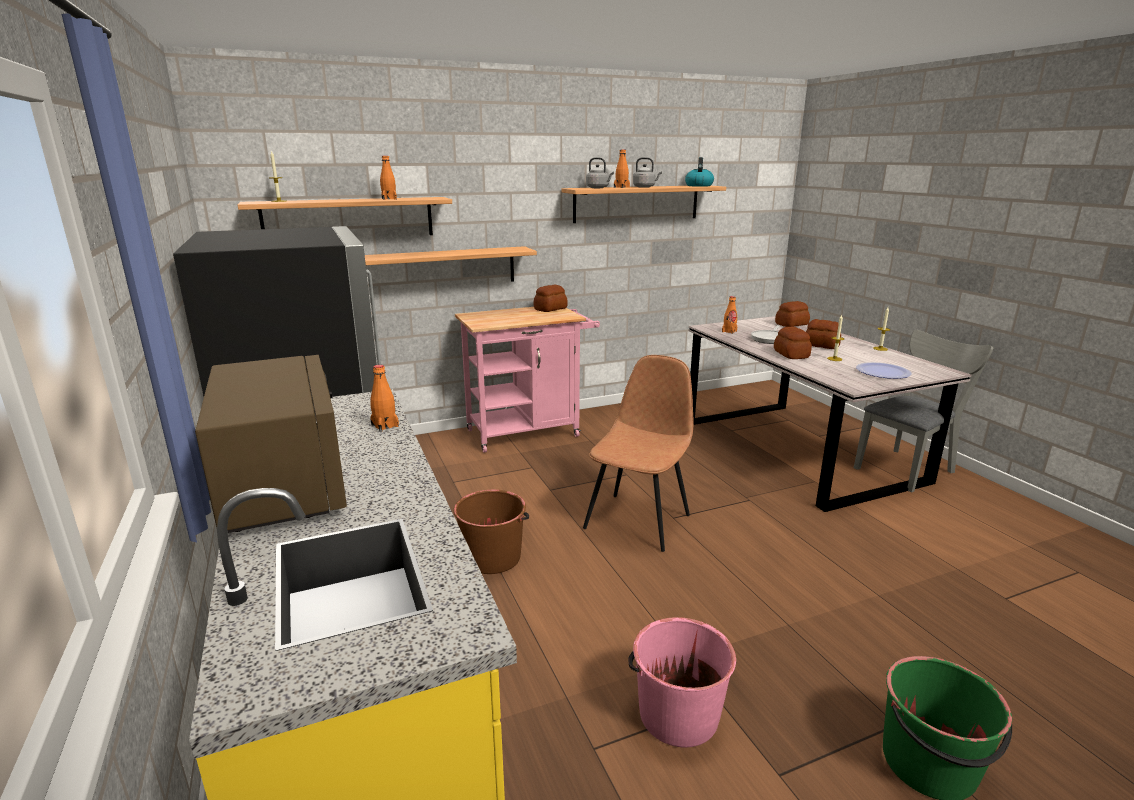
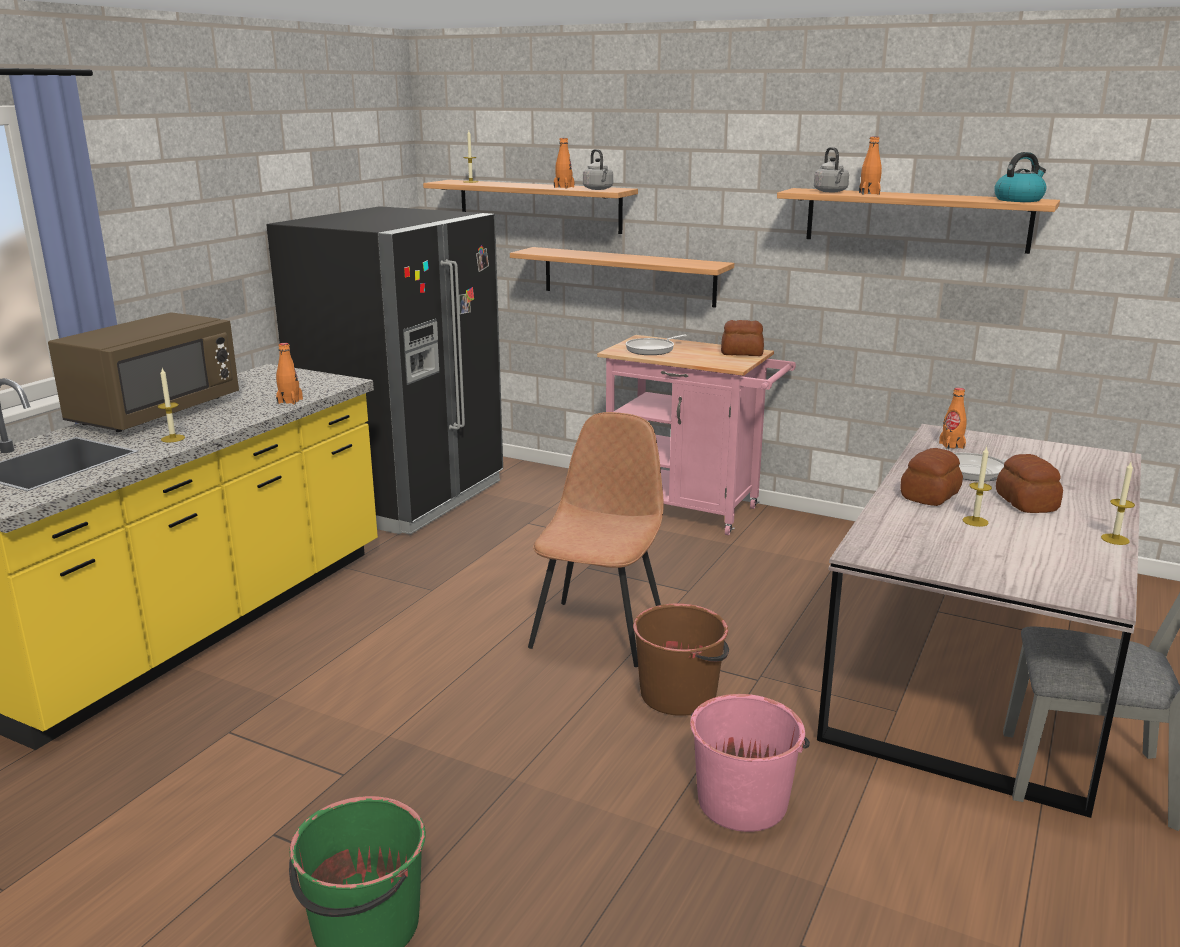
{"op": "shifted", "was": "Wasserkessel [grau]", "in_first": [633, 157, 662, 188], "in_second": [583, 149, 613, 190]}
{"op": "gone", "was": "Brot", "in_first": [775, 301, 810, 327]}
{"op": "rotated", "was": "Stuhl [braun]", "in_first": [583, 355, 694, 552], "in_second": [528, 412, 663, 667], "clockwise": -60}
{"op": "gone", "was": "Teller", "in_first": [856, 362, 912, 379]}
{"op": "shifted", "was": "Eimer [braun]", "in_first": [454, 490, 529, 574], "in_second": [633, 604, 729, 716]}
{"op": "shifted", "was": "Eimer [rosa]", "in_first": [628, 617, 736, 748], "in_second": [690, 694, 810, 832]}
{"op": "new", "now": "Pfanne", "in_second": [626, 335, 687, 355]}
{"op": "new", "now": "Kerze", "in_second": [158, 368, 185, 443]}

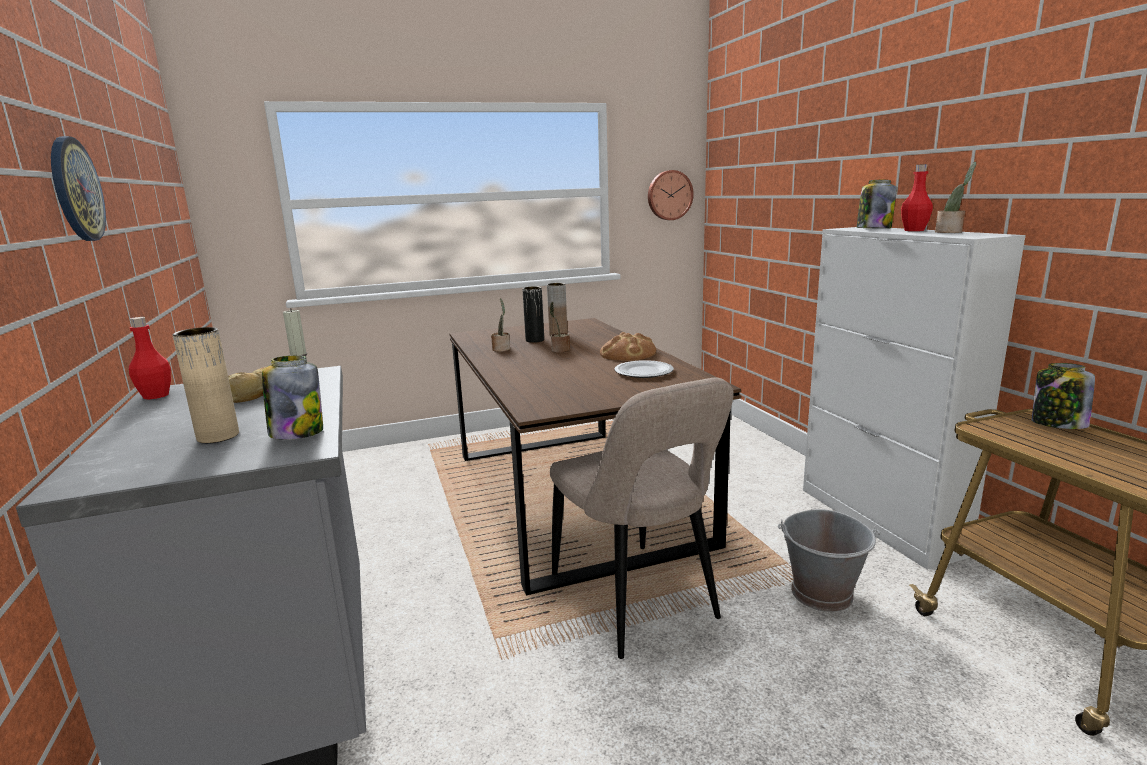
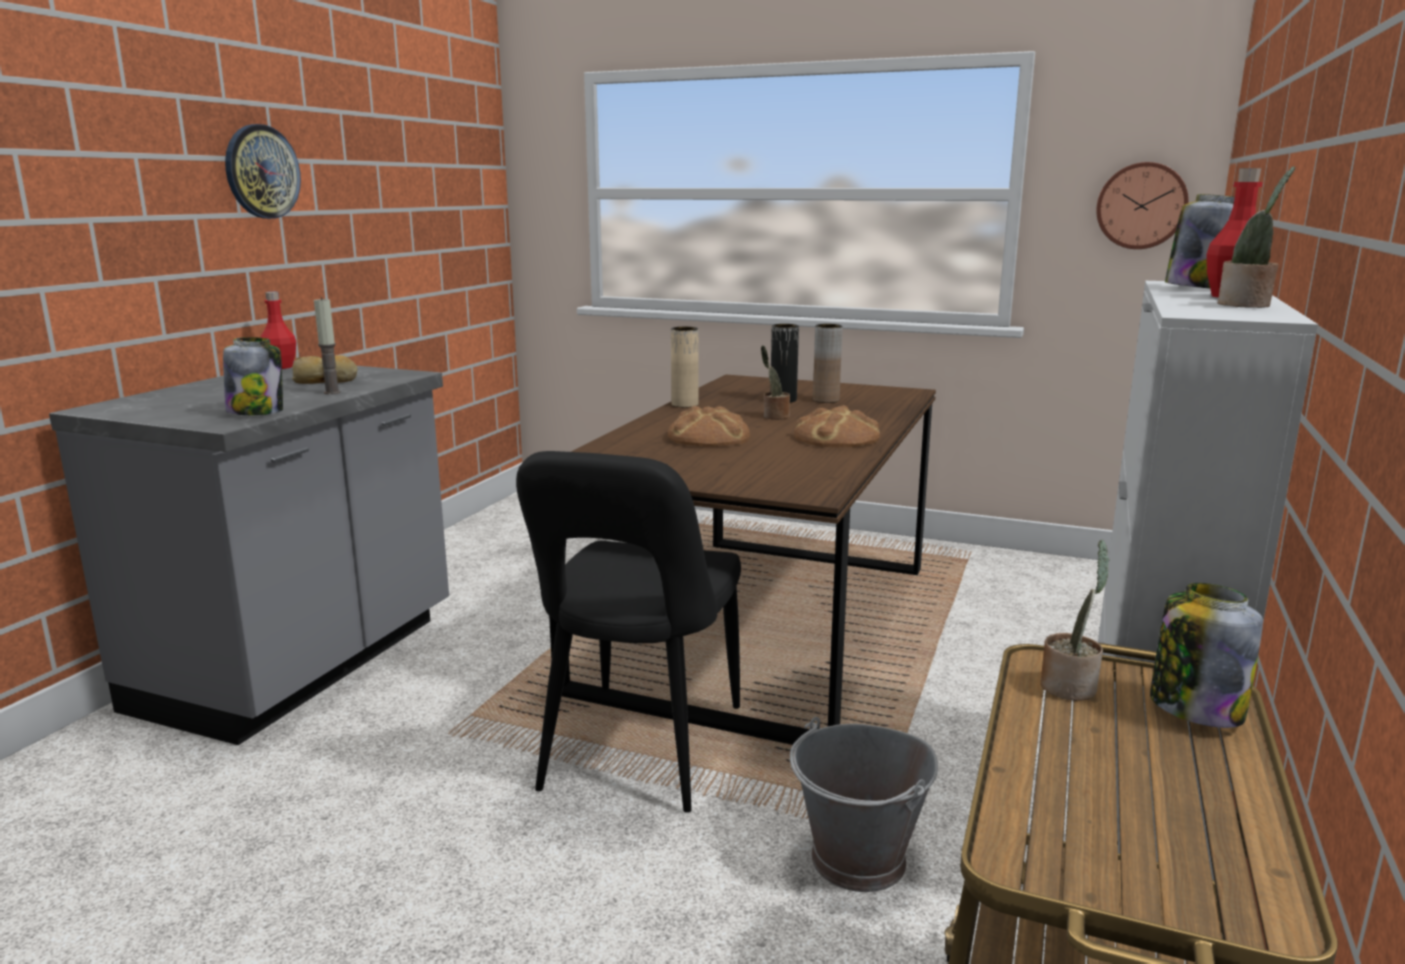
{"op": "shifted", "was": "Topfpflanze", "in_first": [491, 298, 510, 352], "in_second": [1041, 540, 1110, 701]}
{"op": "shifted", "was": "Vase [beige]", "in_first": [172, 327, 239, 443], "in_second": [671, 327, 699, 407]}
{"op": "gone", "was": "Teller", "in_first": [615, 360, 674, 378]}
{"op": "repainted", "was": "Stuhl [beige]", "now": "Stuhl [schwarz]", "in_first": [550, 378, 734, 659], "in_second": [516, 451, 741, 813]}
{"op": "new", "now": "Brot", "in_second": [668, 406, 750, 447]}

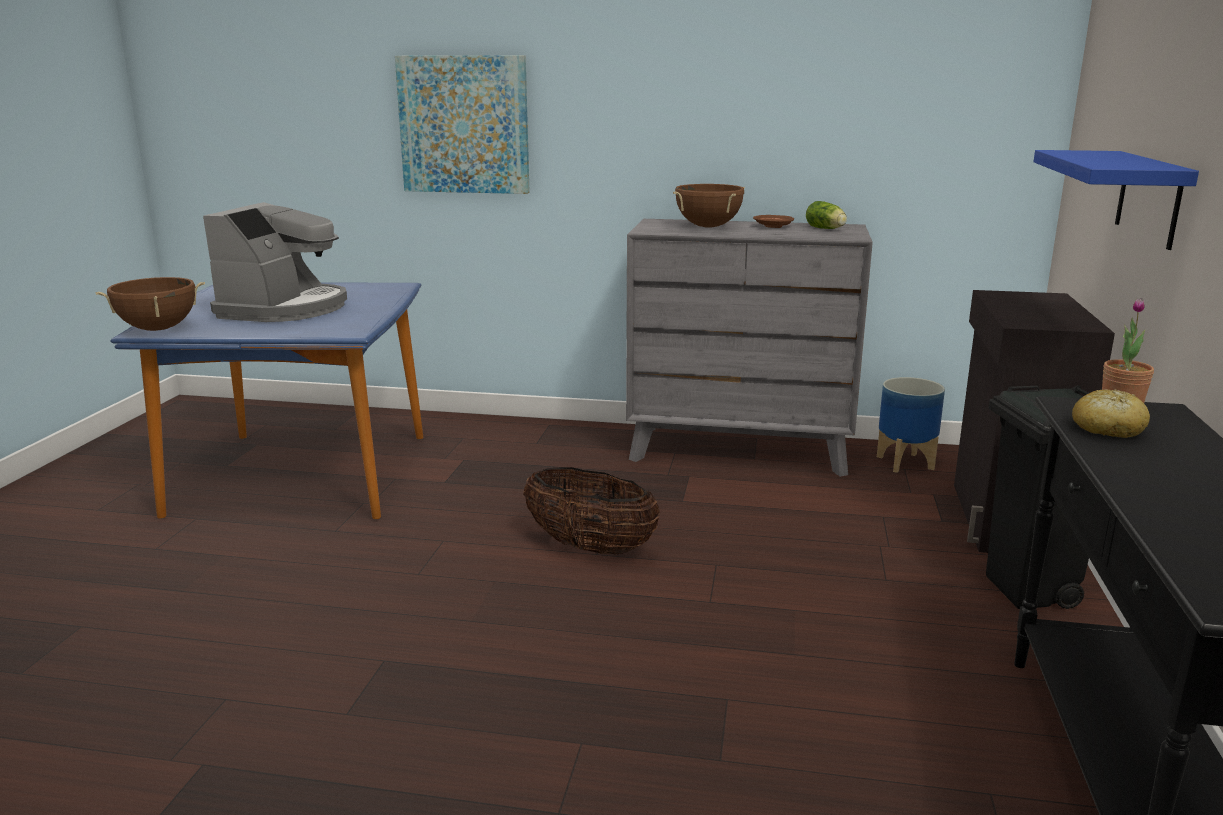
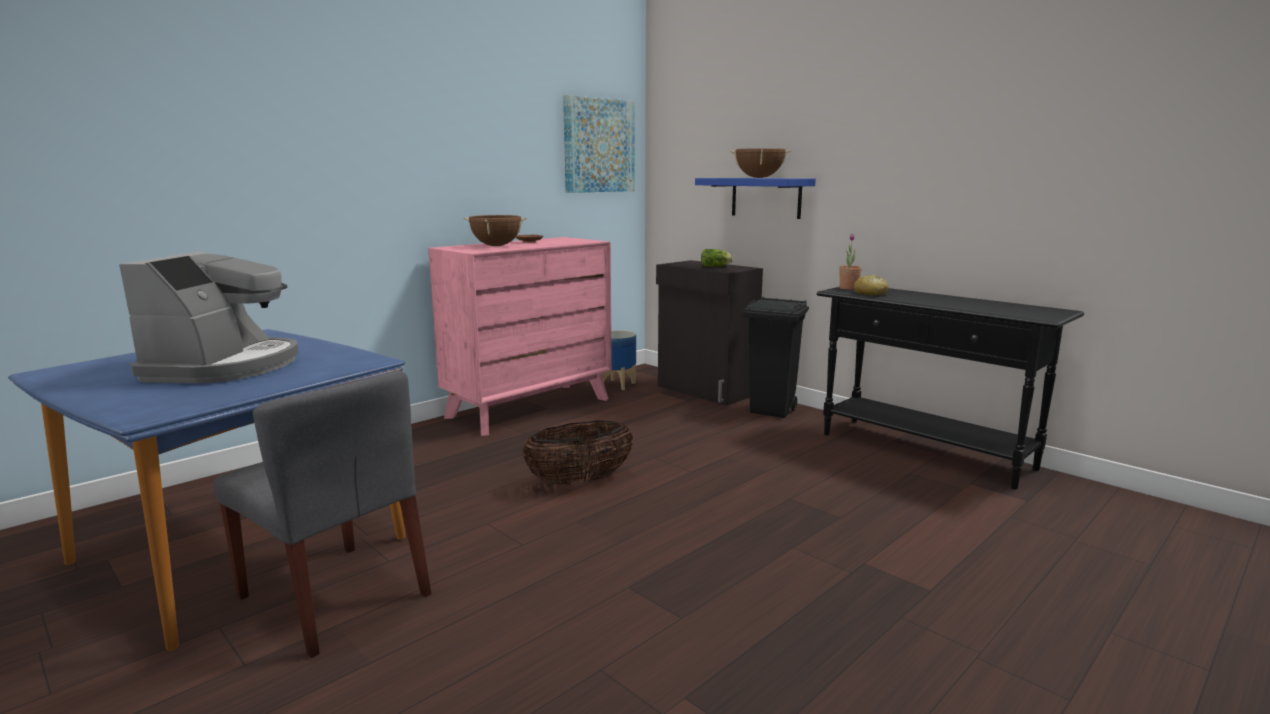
{"op": "shifted", "was": "Bild", "in_first": [395, 55, 530, 194], "in_second": [563, 95, 635, 193]}
{"op": "shifted", "was": "Salatkopf", "in_first": [806, 201, 847, 229], "in_second": [701, 249, 733, 267]}
{"op": "rotated", "was": "Kaffeemaschine", "in_first": [203, 202, 347, 322], "in_second": [119, 251, 299, 383], "clockwise": 45}
{"op": "repainted", "was": "Kommode [grau]", "now": "Kommode [rosa]", "in_first": [626, 219, 873, 477], "in_second": [428, 237, 612, 436]}
{"op": "shifted", "was": "Kochtopf [braun]", "in_first": [95, 277, 205, 331], "in_second": [729, 148, 792, 178]}
{"op": "new", "now": "Stuhl [grau]", "in_second": [213, 370, 432, 658]}

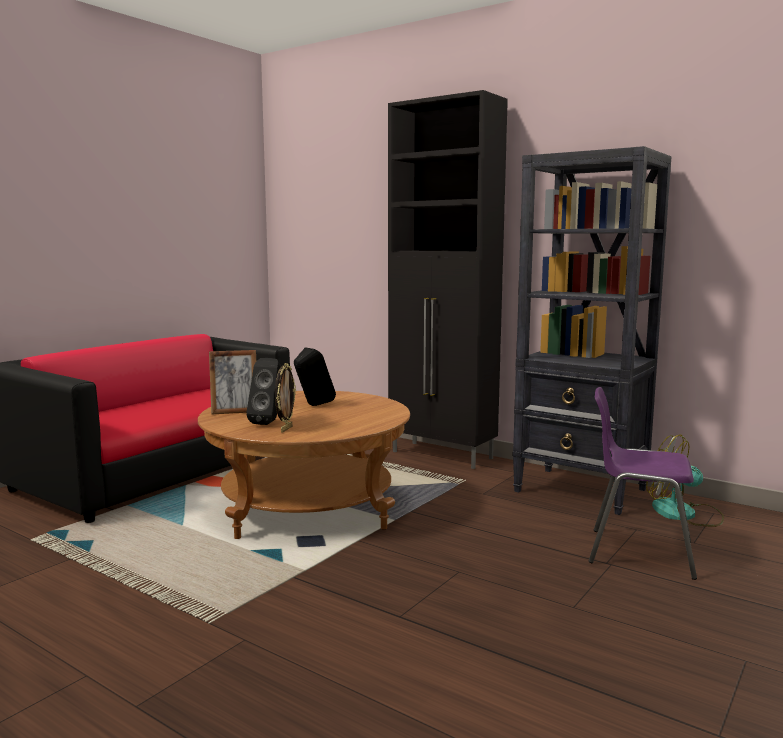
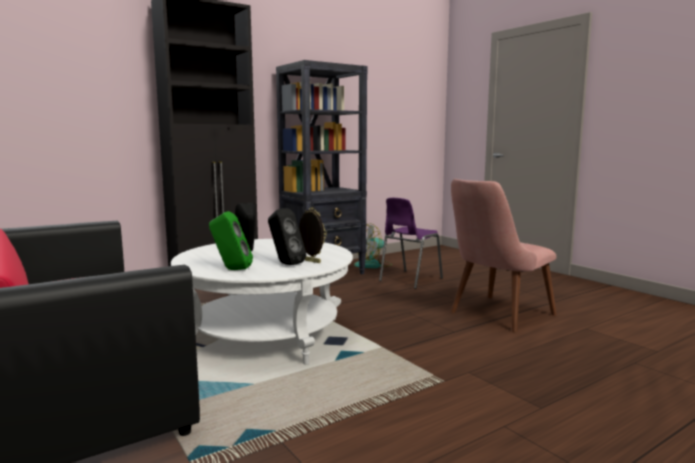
{"op": "swapped", "was": "Bilderrahmen", "now": "Lautsprecher [grün]", "in_first": [209, 350, 256, 414], "in_second": [209, 211, 253, 270]}
{"op": "repainted", "was": "Couchtisch [braun]", "now": "Couchtisch [weiß]", "in_first": [198, 391, 410, 539], "in_second": [171, 239, 353, 365]}
{"op": "new", "now": "Stuhl [rosa]", "in_second": [451, 179, 557, 332]}

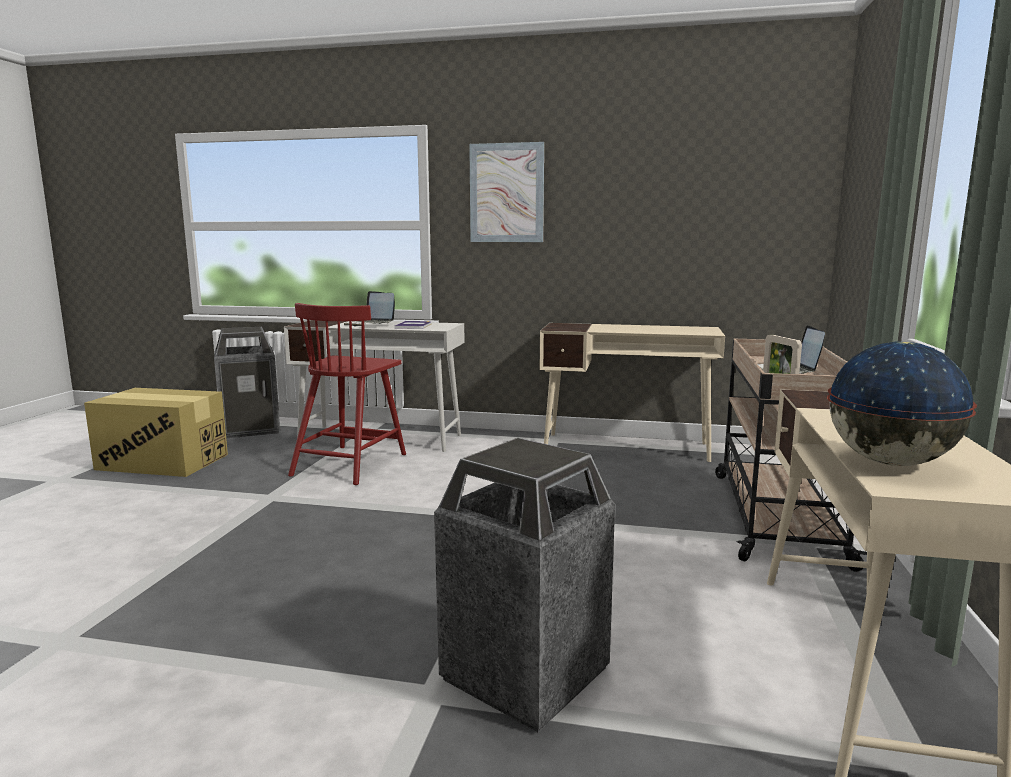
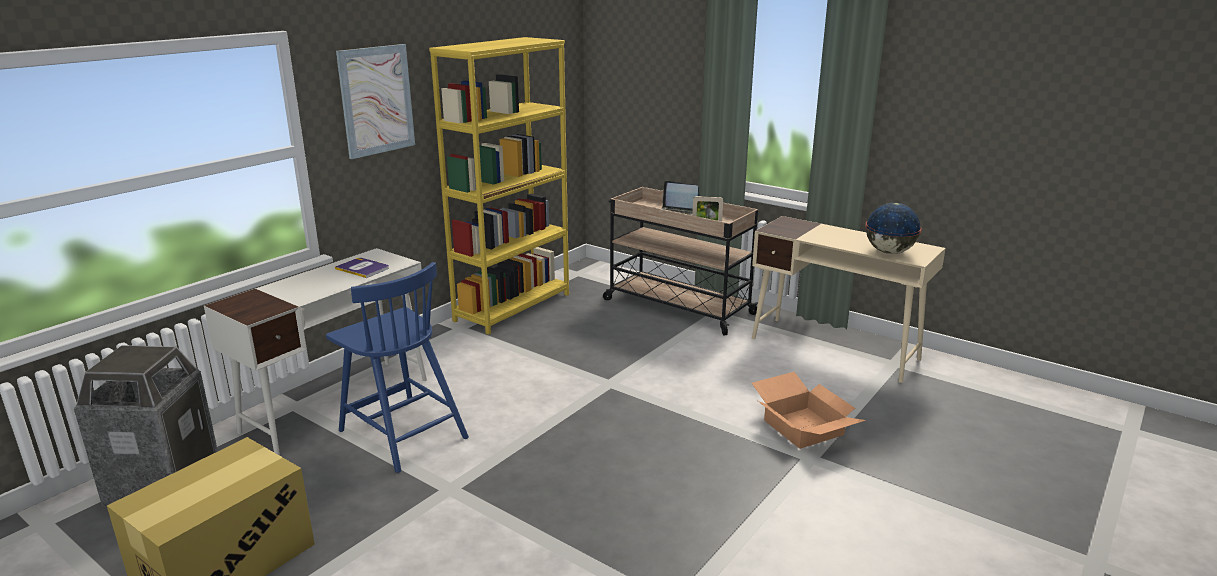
{"op": "gone", "was": "Laptop", "in_first": [344, 291, 395, 326]}
{"op": "repainted", "was": "Stuhl [rot]", "now": "Stuhl [blau]", "in_first": [288, 303, 406, 485], "in_second": [326, 262, 469, 473]}
{"op": "swapped", "was": "Schreibtisch [beige]", "now": "Bücherregal [gelb]", "in_first": [540, 323, 725, 462], "in_second": [429, 37, 569, 335]}
{"op": "swapped", "was": "Mülleimer", "now": "Karton", "in_first": [434, 438, 615, 732], "in_second": [752, 372, 866, 449]}

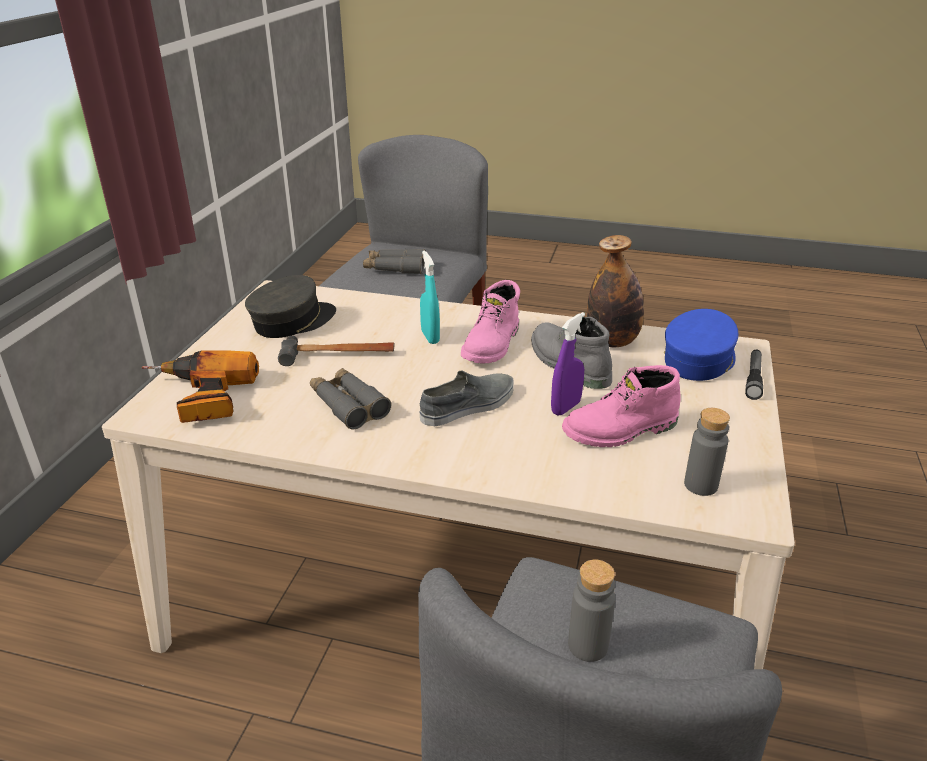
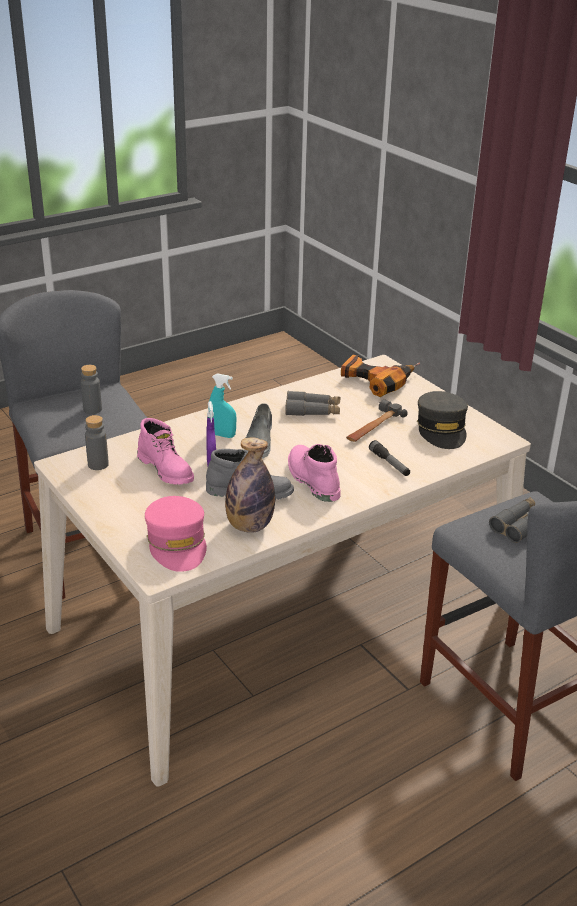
{"op": "shifted", "was": "Sprühflasche [türkis]", "in_first": [420, 250, 440, 344], "in_second": [209, 373, 236, 438]}
{"op": "repainted", "was": "Kappe [blau]", "now": "Kappe [rosa]", "in_first": [664, 309, 739, 381], "in_second": [145, 496, 207, 572]}
{"op": "shifted", "was": "Taschenlampe", "in_first": [745, 350, 763, 400], "in_second": [369, 440, 410, 476]}
{"op": "rotated", "was": "Stiefel [rosa]", "in_first": [562, 365, 681, 447], "in_second": [137, 418, 194, 485], "clockwise": 120}

